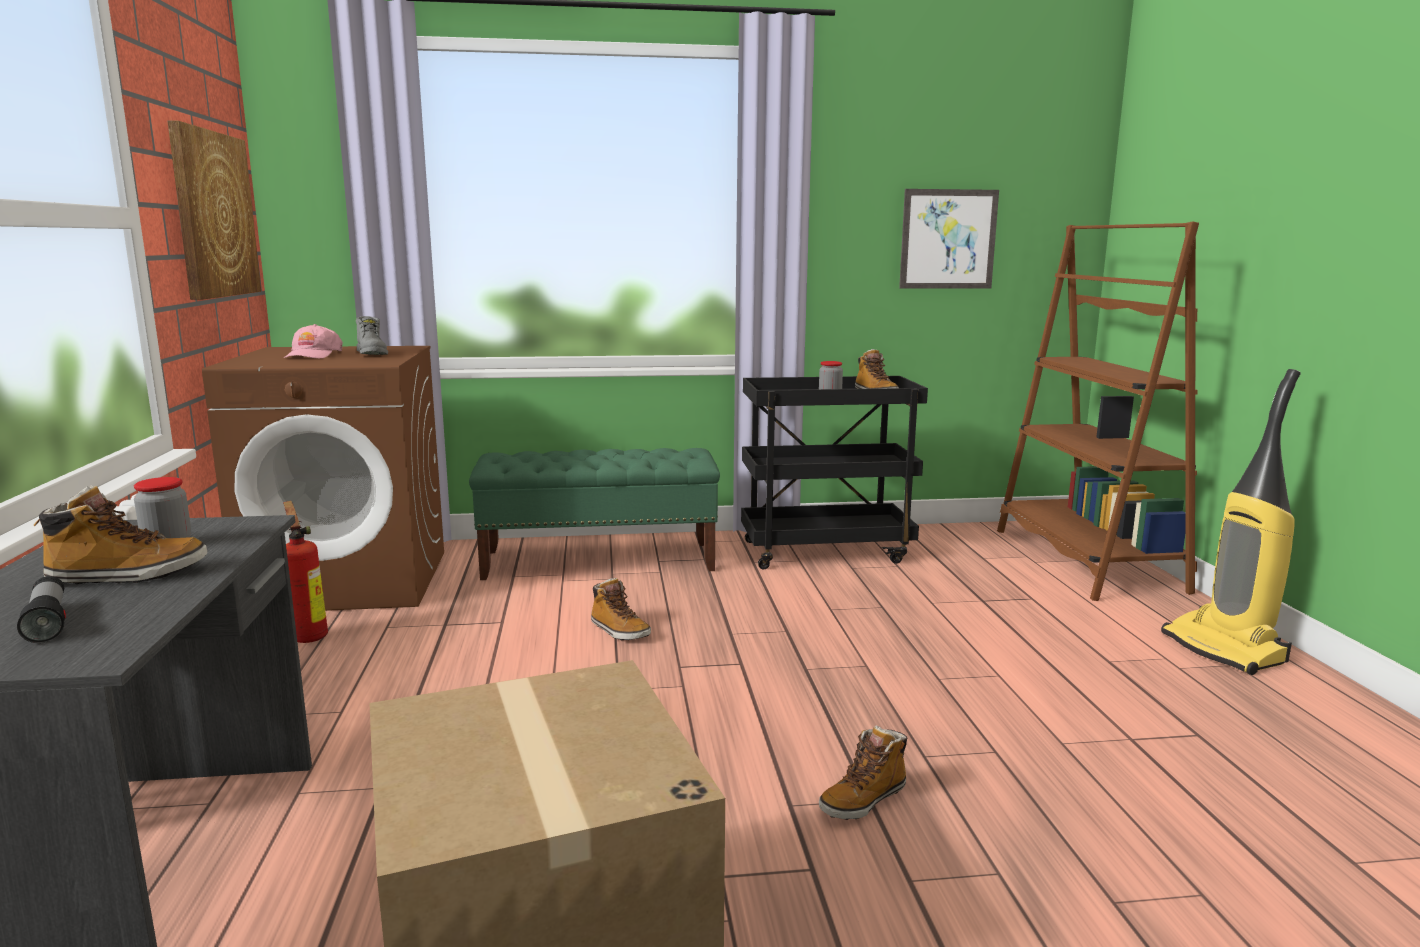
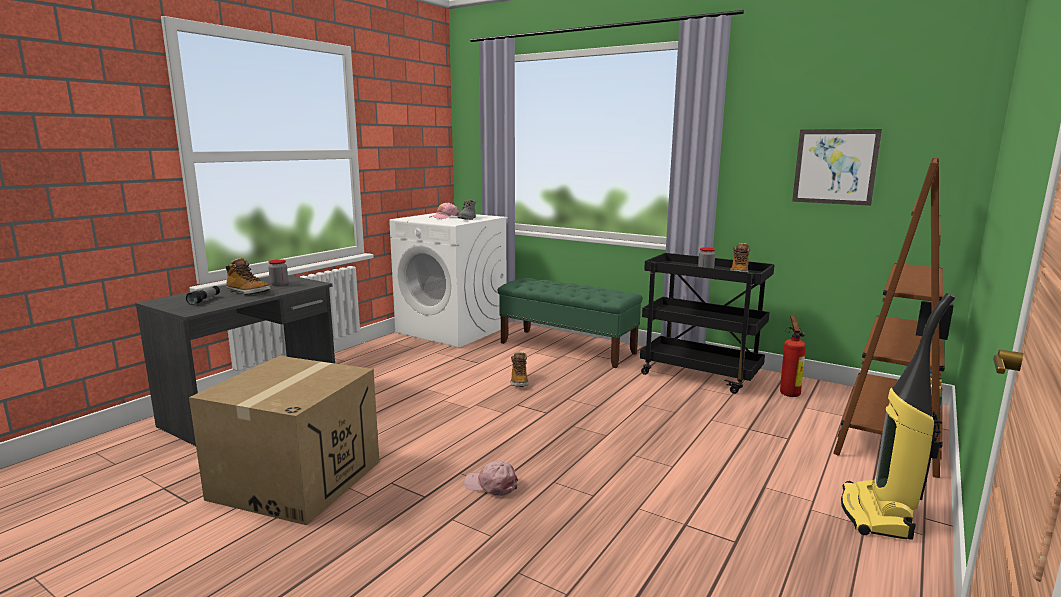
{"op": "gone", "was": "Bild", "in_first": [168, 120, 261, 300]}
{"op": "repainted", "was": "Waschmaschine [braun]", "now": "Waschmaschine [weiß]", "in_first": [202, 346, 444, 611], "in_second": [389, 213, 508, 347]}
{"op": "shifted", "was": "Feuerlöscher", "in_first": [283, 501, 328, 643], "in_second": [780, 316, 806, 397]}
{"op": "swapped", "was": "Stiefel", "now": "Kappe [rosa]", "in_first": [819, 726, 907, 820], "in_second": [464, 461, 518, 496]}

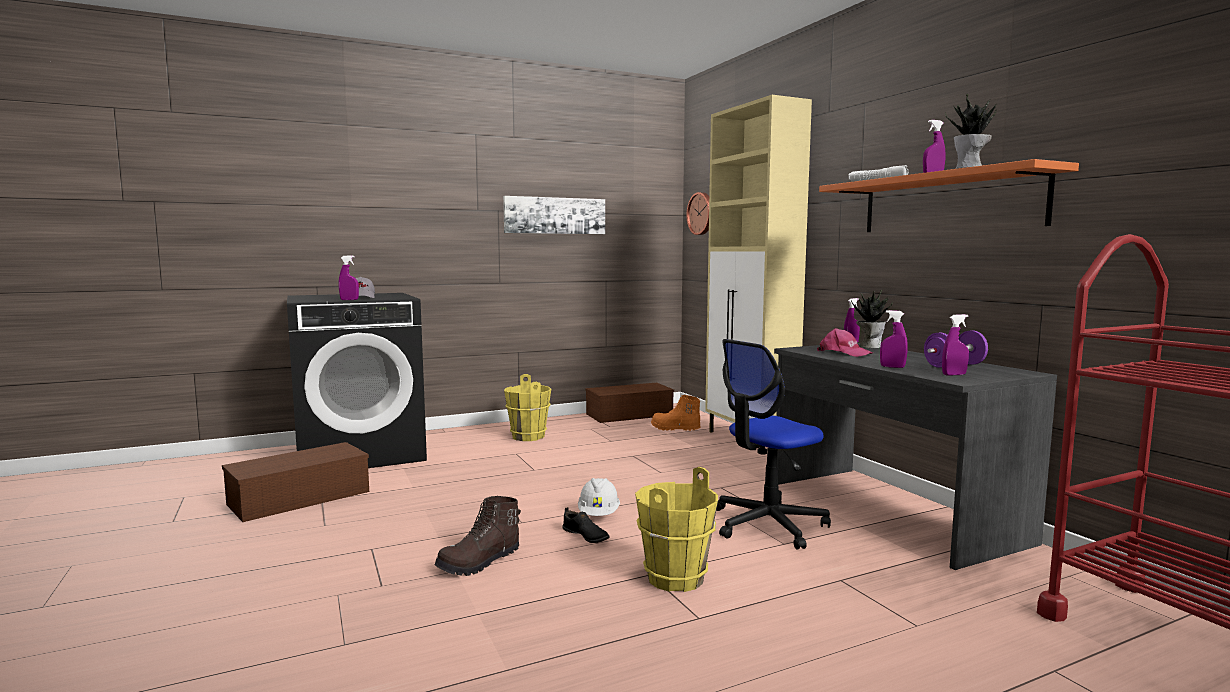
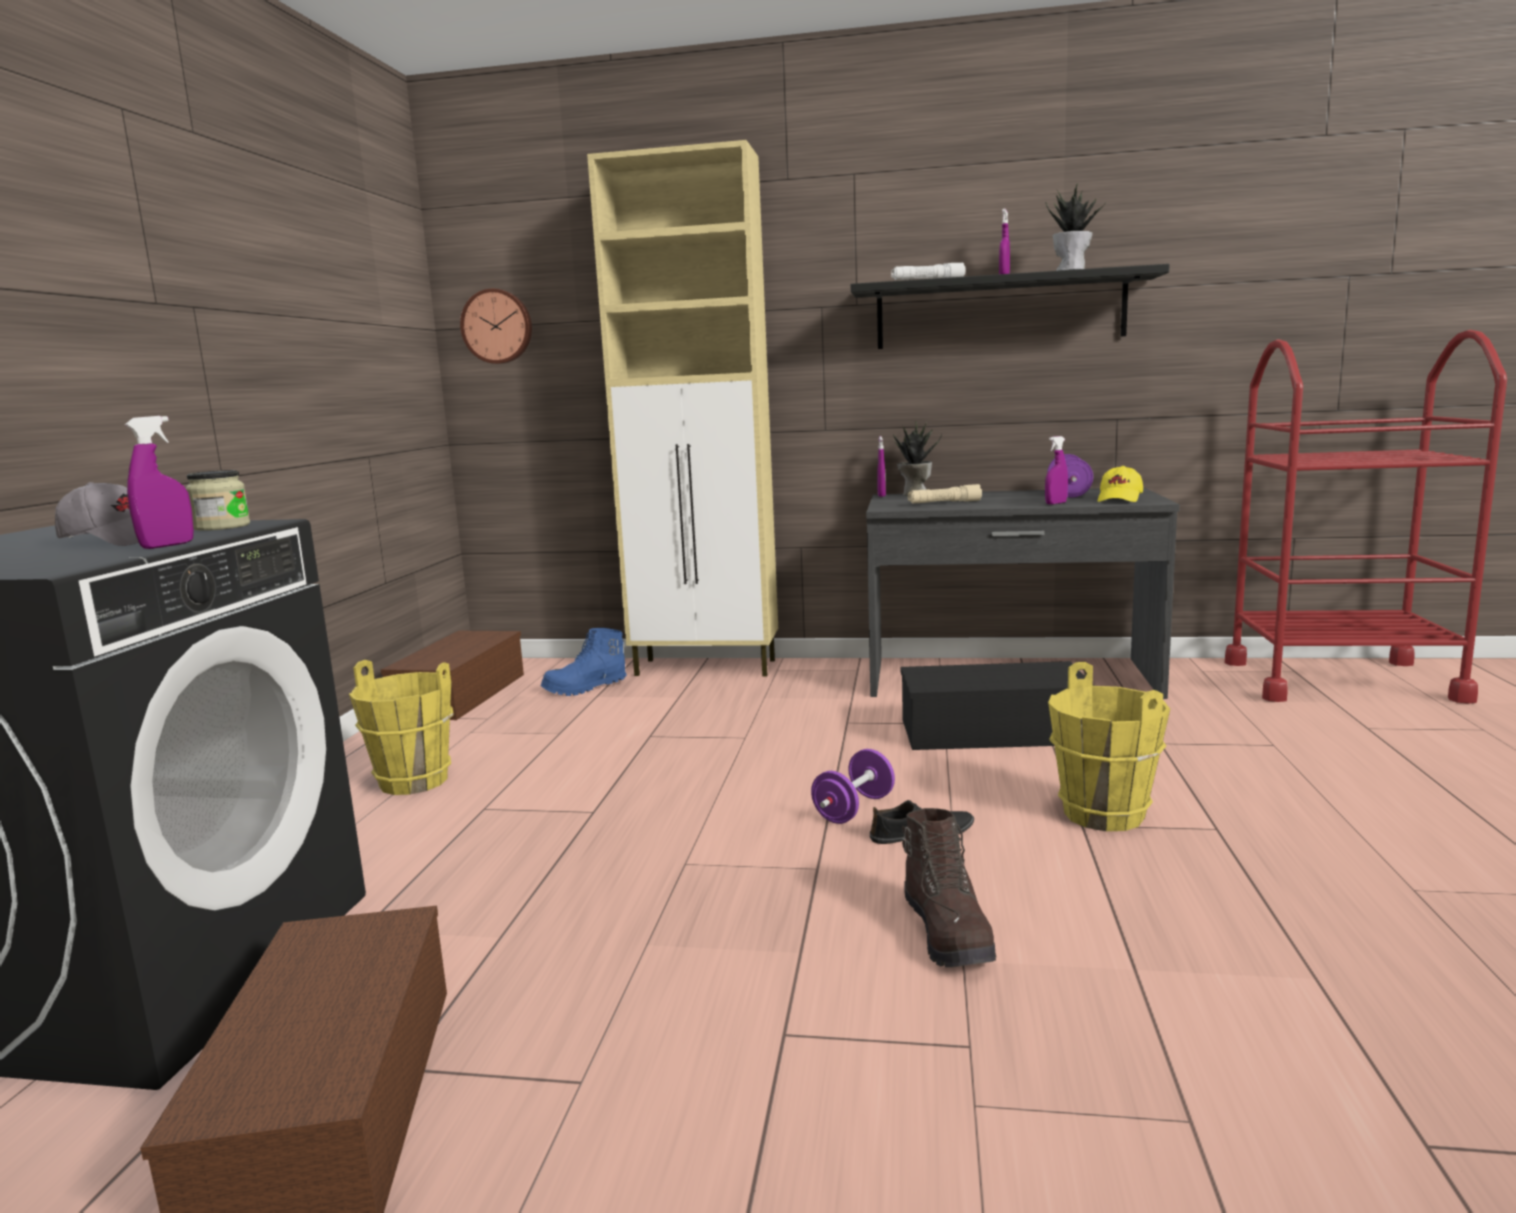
{"op": "repainted", "was": "Wandregal [orange]", "now": "Wandregal [schwarz]", "in_first": [819, 159, 1079, 232], "in_second": [851, 264, 1170, 349]}
{"op": "gone", "was": "Bild", "in_first": [503, 196, 605, 234]}
{"op": "swapped", "was": "Sprühflasche [lila]", "now": "Kappe [gelb]", "in_first": [942, 314, 969, 375], "in_second": [1098, 466, 1143, 502]}
{"op": "swapped", "was": "Kappe [rosa]", "now": "Taschenlampe [beige]", "in_first": [817, 328, 873, 357], "in_second": [908, 484, 982, 504]}
{"op": "swapped", "was": "Bürostuhl", "now": "Aufbewahrungsbox [schwarz]", "in_first": [716, 339, 831, 550], "in_second": [900, 661, 1094, 750]}
{"op": "repainted", "was": "Stiefel [orange]", "now": "Stiefel [blau]", "in_first": [651, 395, 701, 431], "in_second": [540, 628, 626, 696]}
{"op": "swapped", "was": "Schutzhelm [weiß]", "now": "Hantel [lila]", "in_first": [578, 478, 620, 516], "in_second": [811, 749, 895, 824]}
{"op": "new", "now": "Vorratsglas", "in_second": [186, 470, 250, 531]}

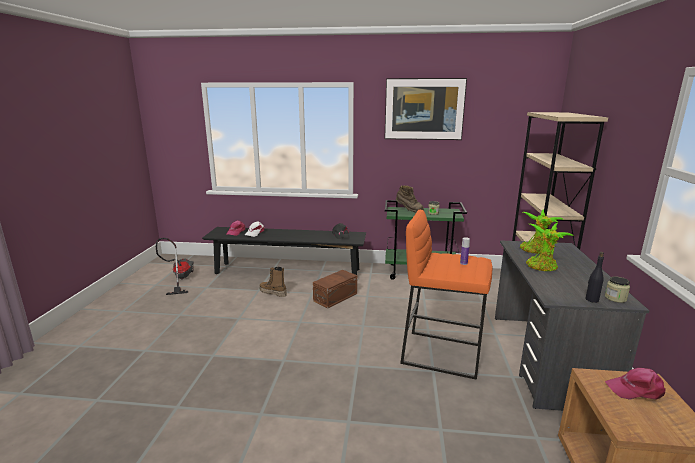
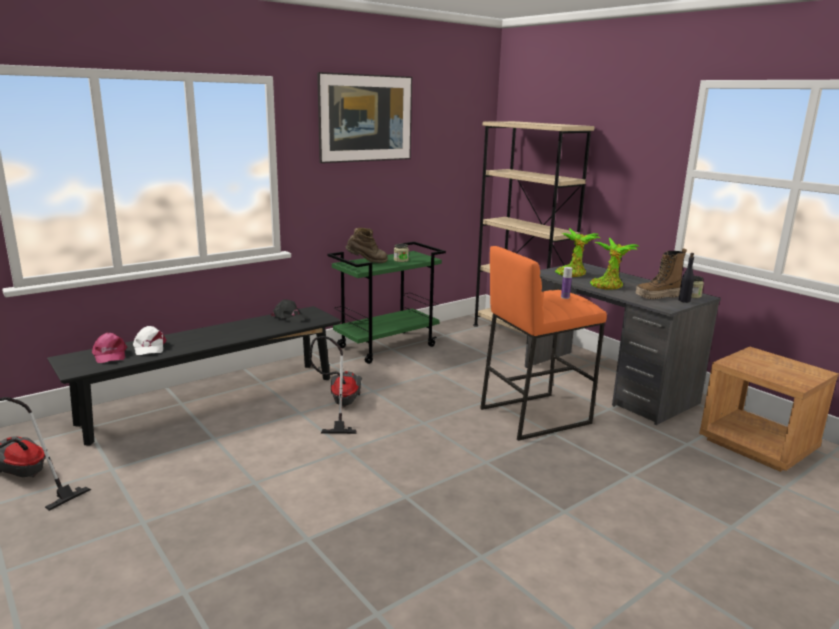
{"op": "shifted", "was": "Stiefel", "in_first": [259, 267, 287, 297], "in_second": [635, 248, 687, 299]}
{"op": "swapped", "was": "Aufbewahrungsbox [braun]", "now": "Staubsauger", "in_first": [313, 270, 357, 308], "in_second": [309, 336, 362, 434]}
{"op": "gone", "was": "Kappe [rosa]", "in_first": [605, 368, 666, 400]}

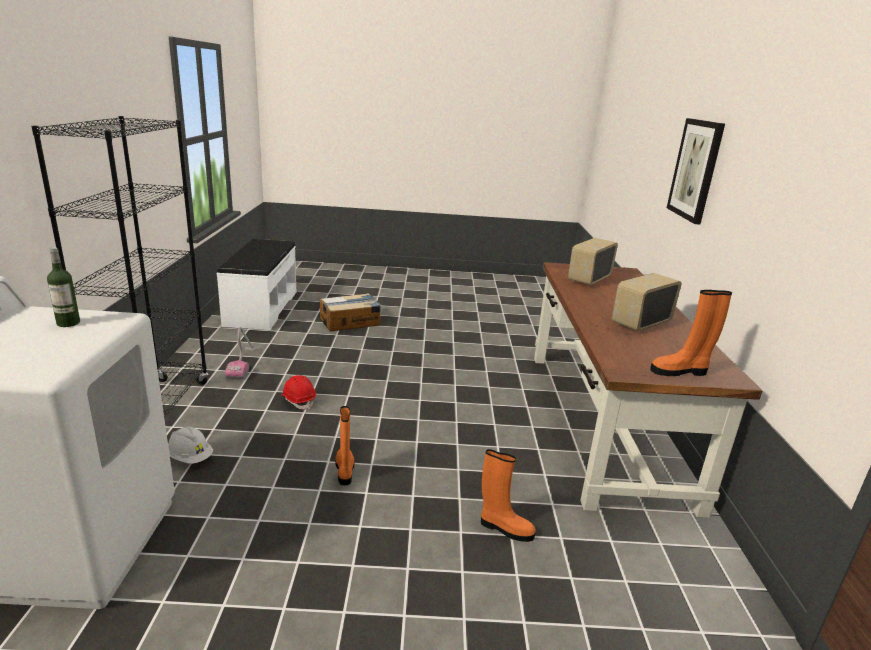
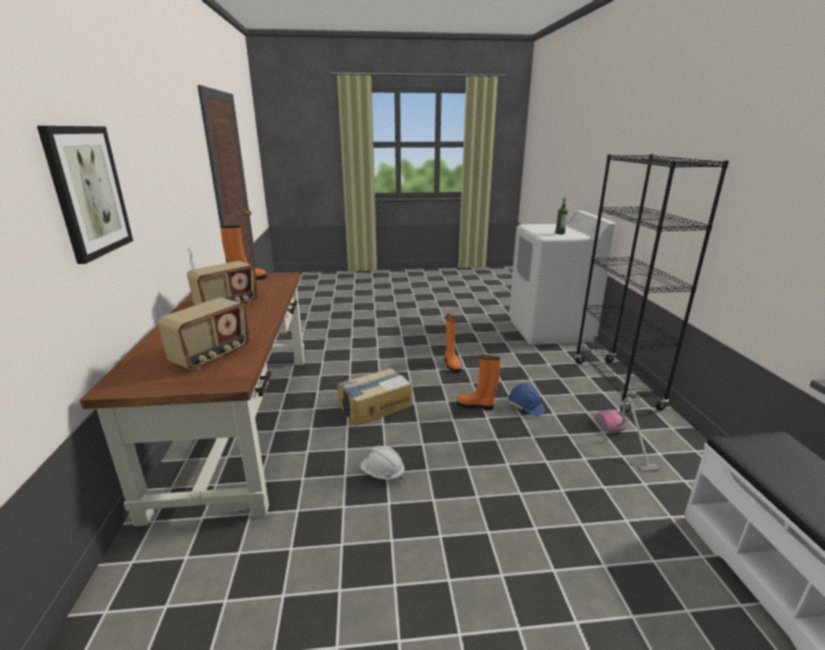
{"op": "shifted", "was": "Karton", "in_first": [320, 293, 381, 332], "in_second": [337, 368, 412, 426]}
{"op": "repainted", "was": "Schutzhelm [rot]", "now": "Schutzhelm [blau]", "in_first": [281, 375, 316, 409], "in_second": [509, 383, 545, 417]}
{"op": "shifted", "was": "Schutzhelm [weiß]", "in_first": [168, 426, 213, 464], "in_second": [360, 446, 405, 481]}
{"op": "shifted", "was": "Stiefel [orange]", "in_first": [481, 449, 536, 542], "in_second": [457, 355, 500, 410]}

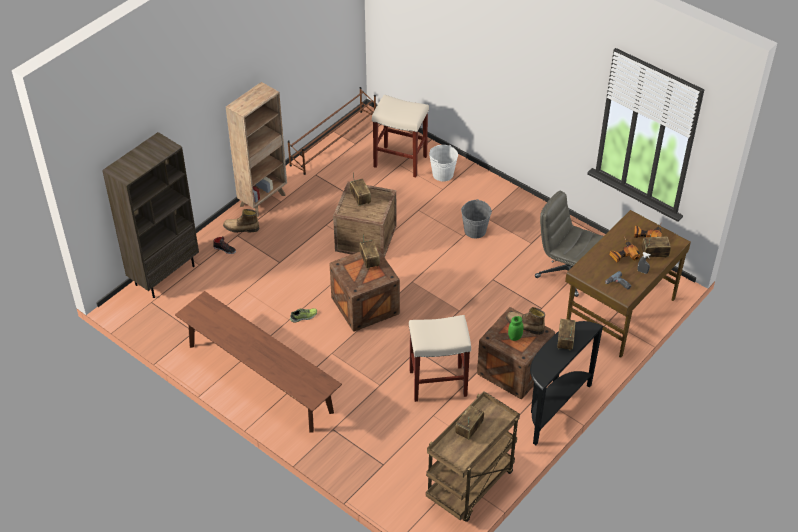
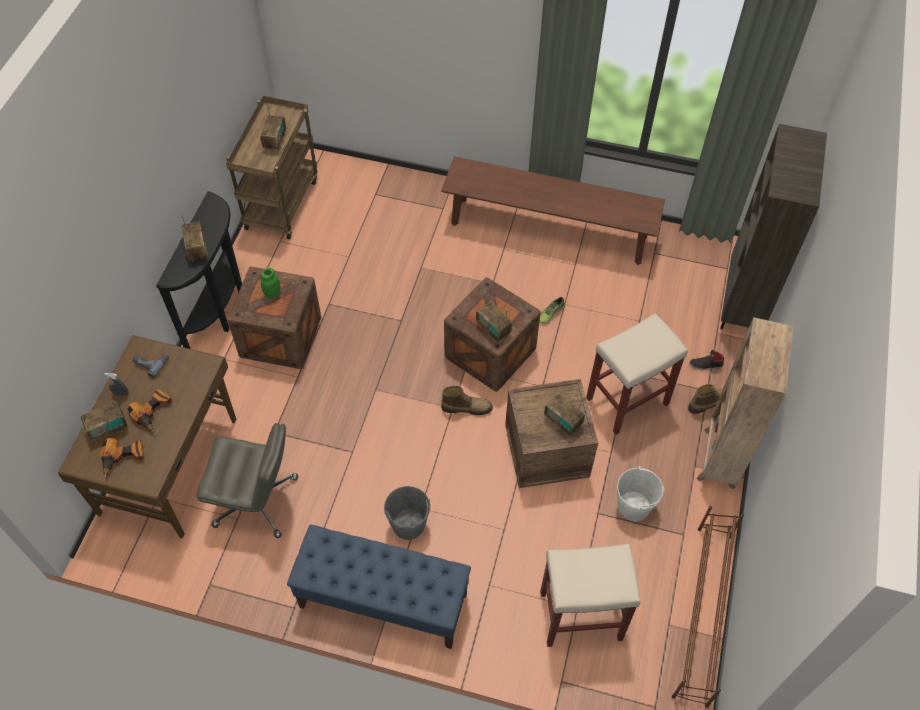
{"op": "shifted", "was": "Eimer [weiß]", "in_first": [429, 145, 458, 182], "in_second": [617, 466, 664, 521]}
{"op": "shifted", "was": "Stiefel", "in_first": [506, 307, 545, 335], "in_second": [441, 386, 493, 415]}
{"op": "shifted", "was": "Hocker [beige]", "in_first": [409, 315, 471, 402], "in_second": [586, 313, 688, 435]}
{"op": "new", "now": "Bank [blau]", "in_second": [287, 524, 471, 649]}

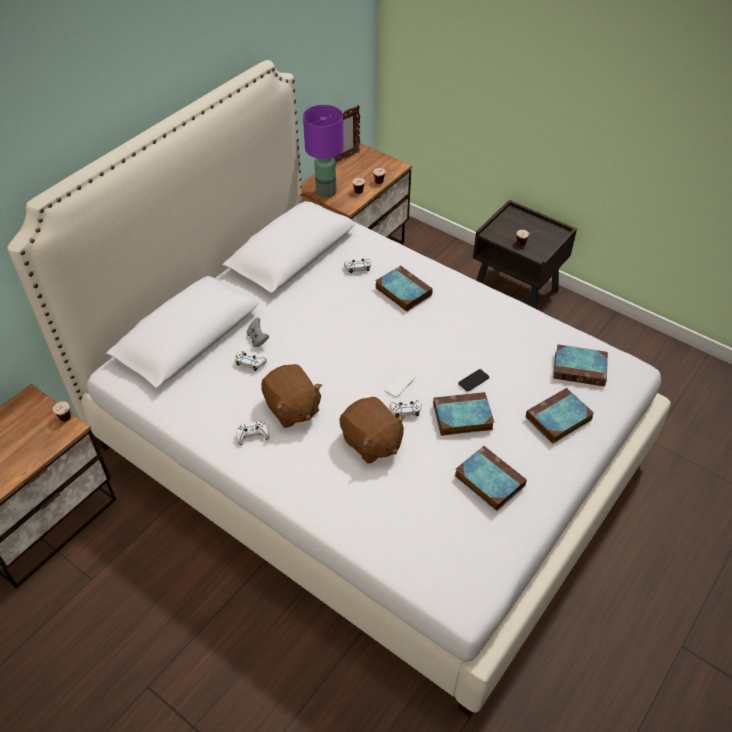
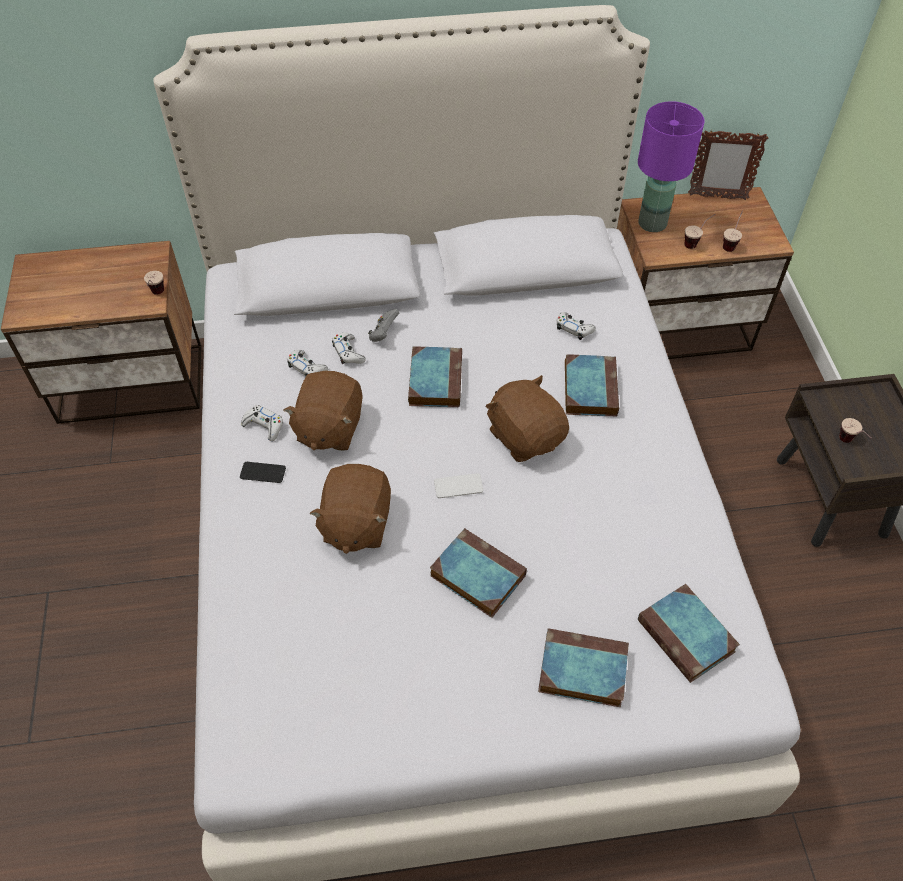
{"op": "shifted", "was": "Handy", "in_first": [458, 369, 490, 392], "in_second": [240, 462, 286, 483]}
{"op": "shifted", "was": "Gamepad [weiß]", "in_first": [389, 400, 422, 418], "in_second": [287, 350, 328, 376]}
{"op": "shifted", "was": "Buch", "in_first": [455, 446, 527, 511], "in_second": [408, 346, 462, 407]}
{"op": "new", "now": "Plüschtier [braun]", "in_second": [485, 375, 569, 462]}

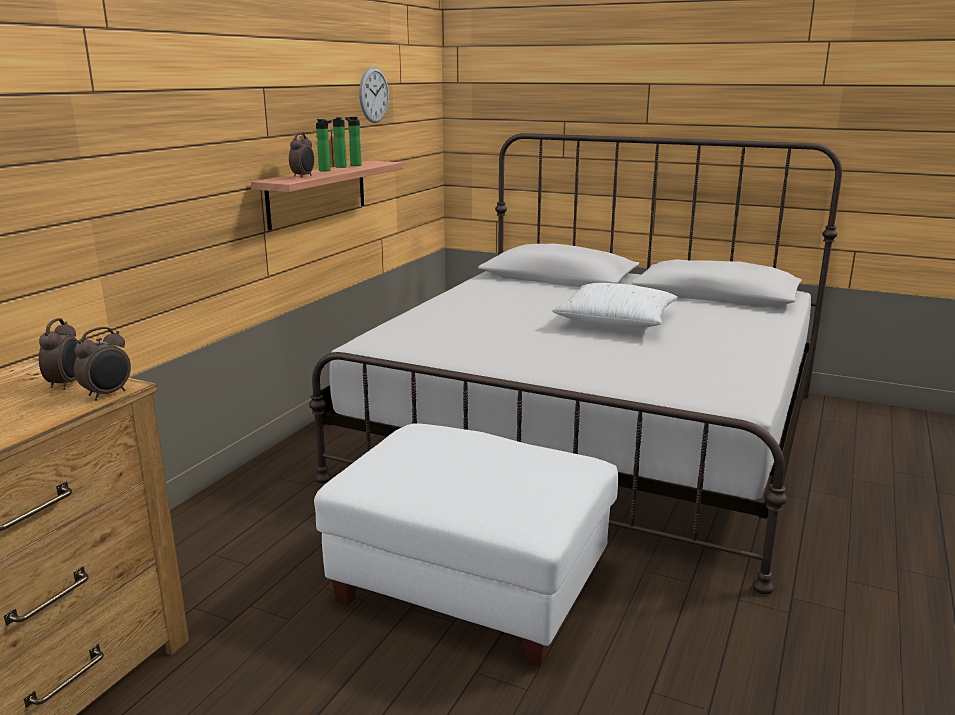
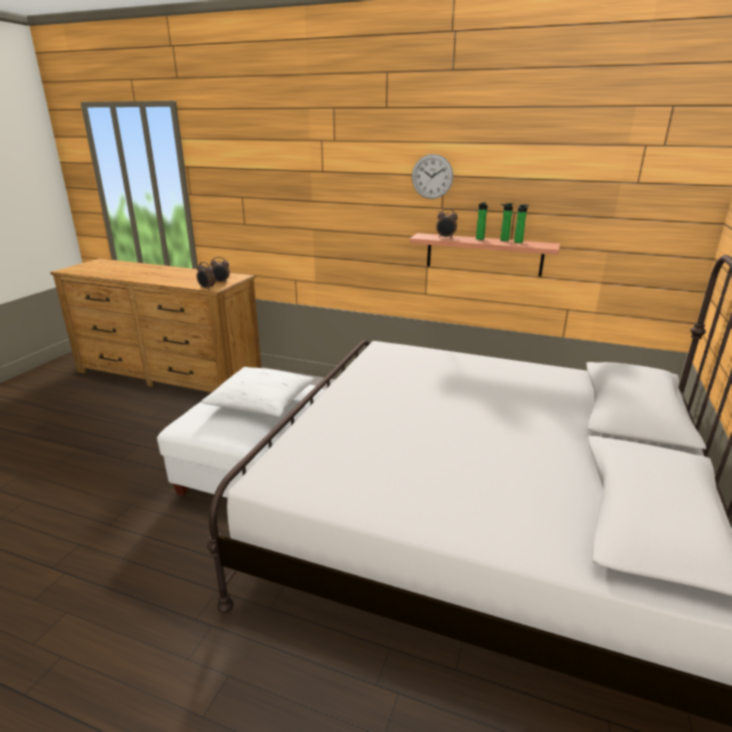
{"op": "shifted", "was": "Wanduhr", "in_first": [359, 67, 389, 123], "in_second": [412, 154, 453, 199]}
{"op": "shifted", "was": "Kissen [weiß]", "in_first": [552, 283, 678, 328], "in_second": [201, 367, 315, 417]}

